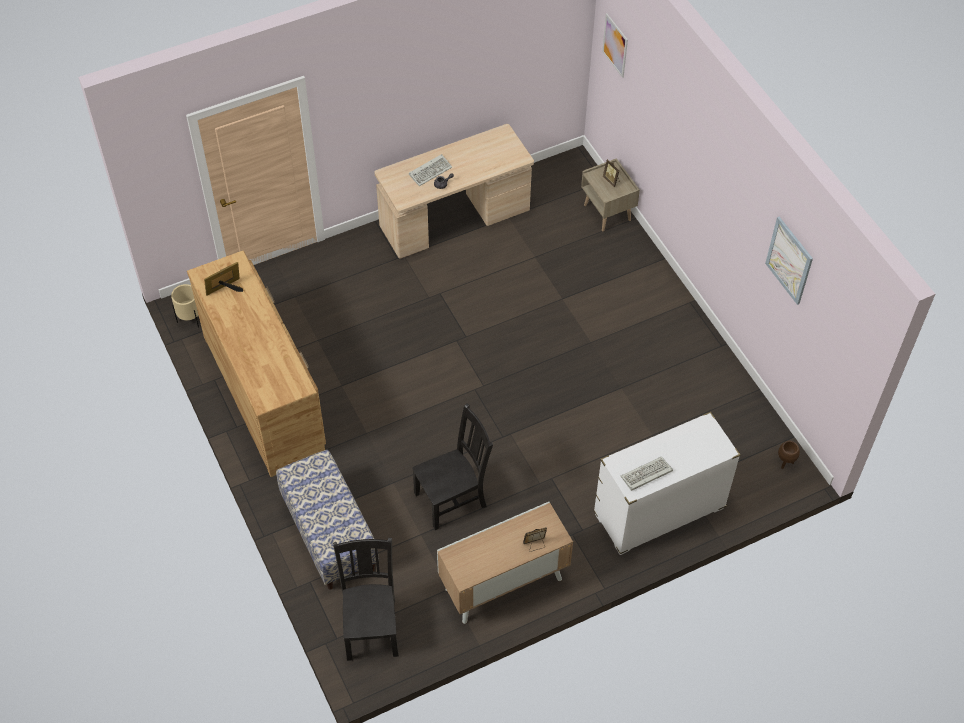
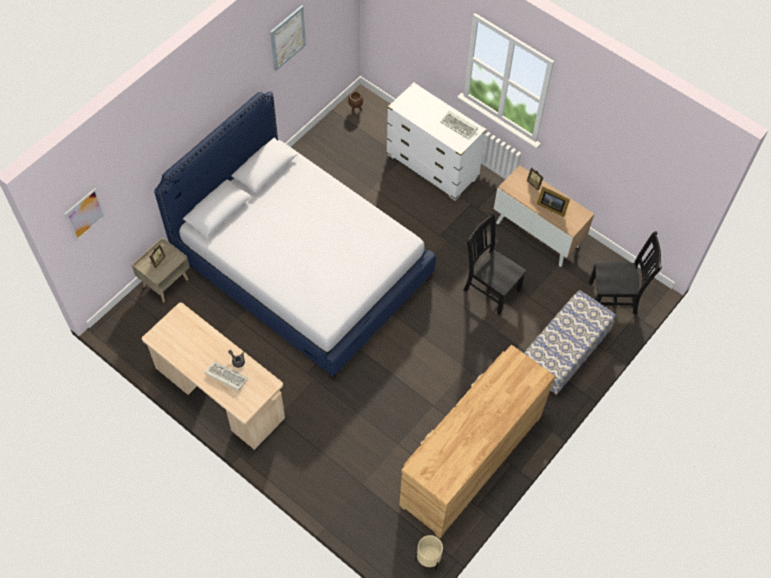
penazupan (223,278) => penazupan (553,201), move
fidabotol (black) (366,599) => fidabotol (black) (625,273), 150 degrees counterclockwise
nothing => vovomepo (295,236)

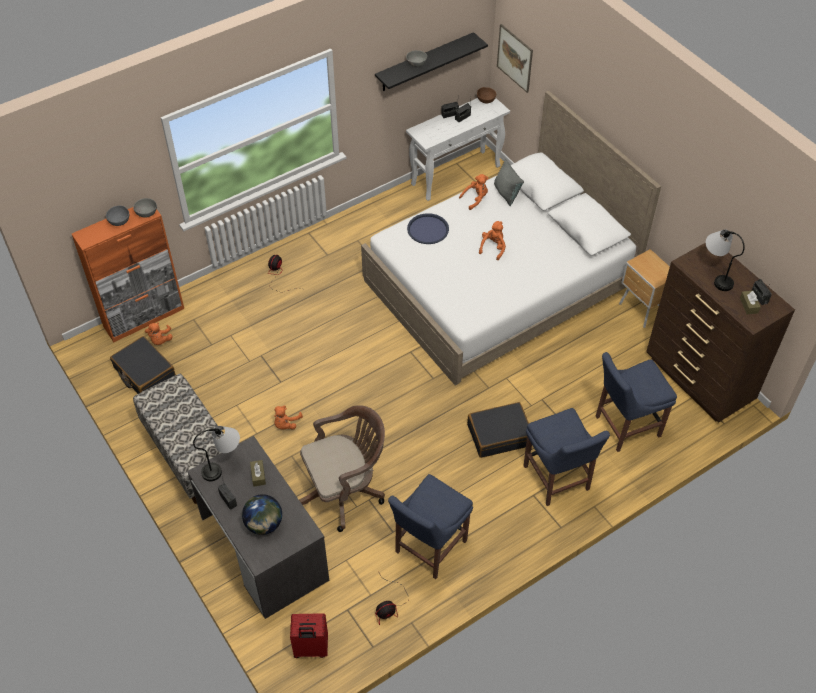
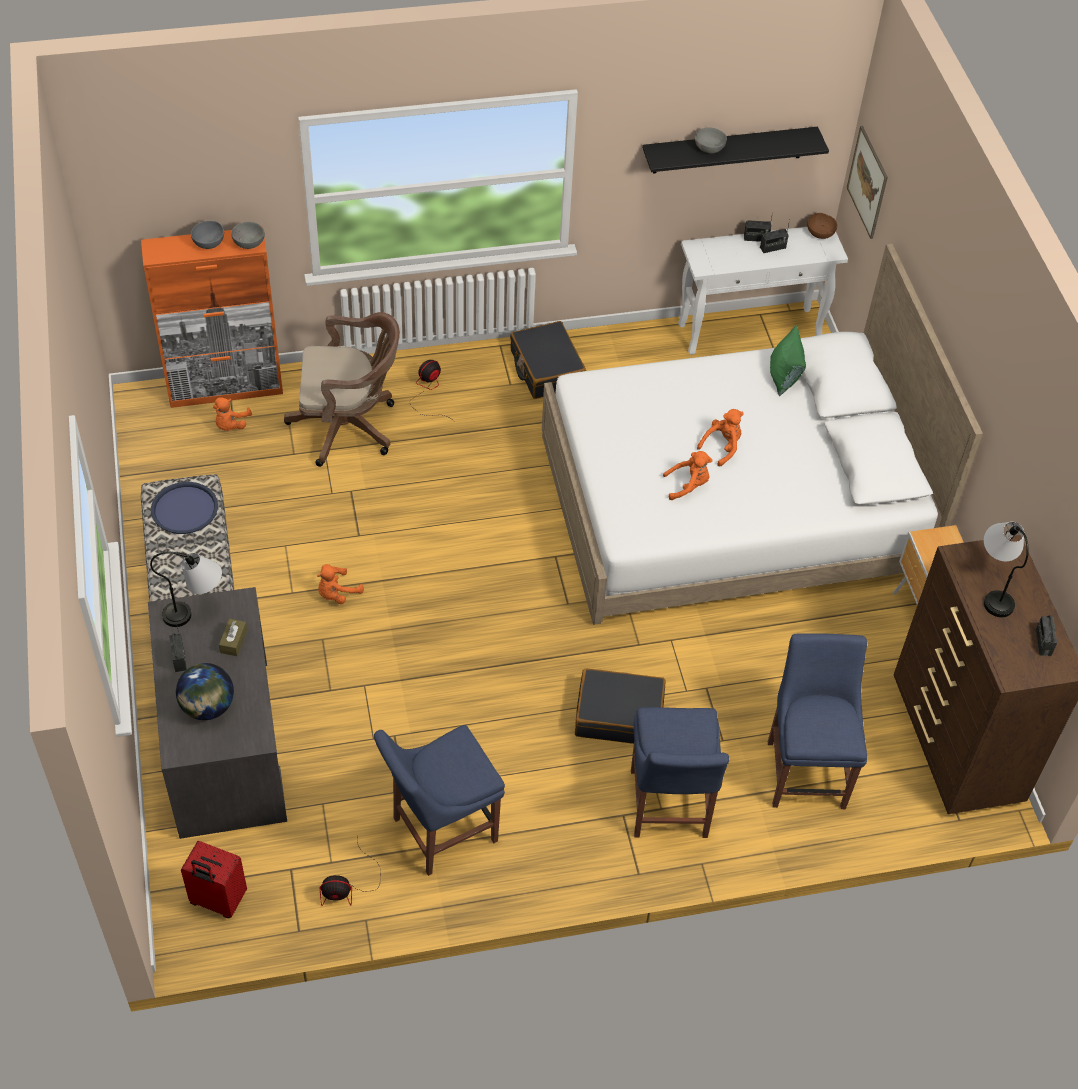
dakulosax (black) (143,365) => dakulosax (black) (548,360), move
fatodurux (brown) (342,468) => fatodurux (brown) (342,389), move
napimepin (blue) (428,228) => napimepin (blue) (184,508), move
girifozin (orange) (474,192) => girifozin (orange) (687,475), move
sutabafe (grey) (509,182) => sutabafe (green) (788,360)
fidabotol (blue) (636,402) => fidabotol (blue) (817,721), 90 degrees clockwise
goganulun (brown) (750,302) => nothing

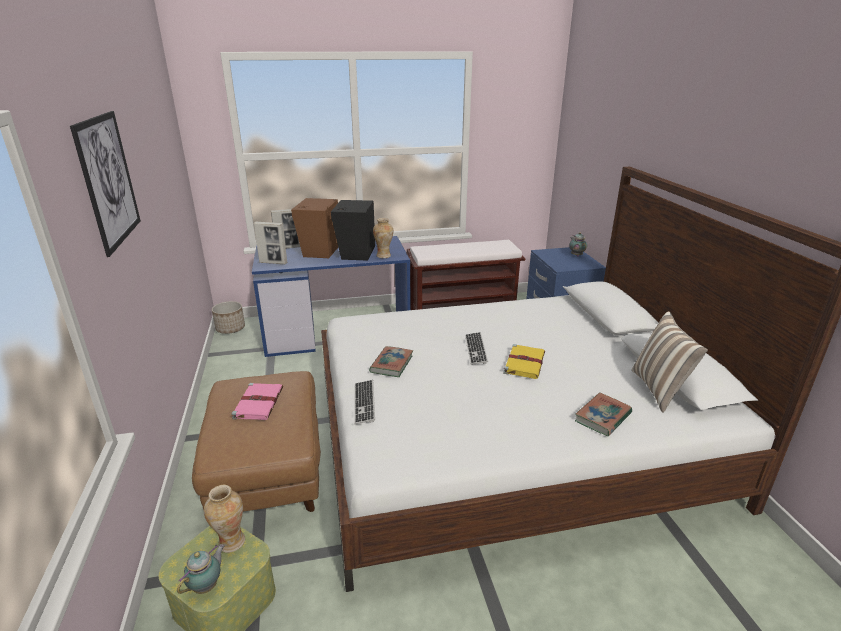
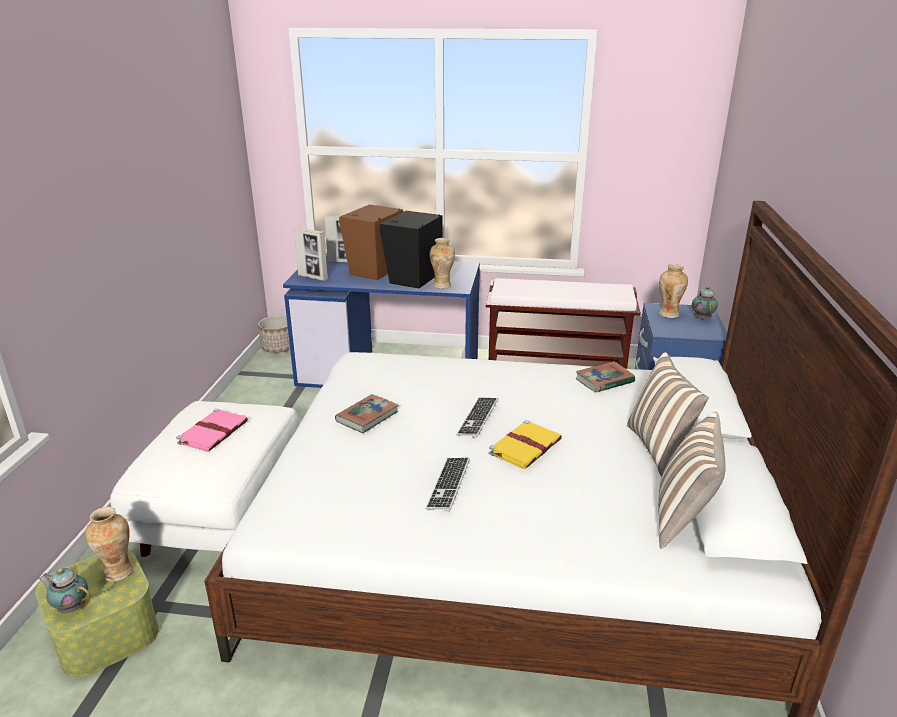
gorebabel (105,184) => nothing
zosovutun (201,569) => zosovutun (64,590), 120 degrees counterclockwise
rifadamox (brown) (256,441) => rifadamox (white) (204,479)
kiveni (364,402) => kiveni (447,484), move
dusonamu (603,414) => dusonamu (605,377), move
nothing => sutabafe (668,414)
nothing => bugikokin (673,291)

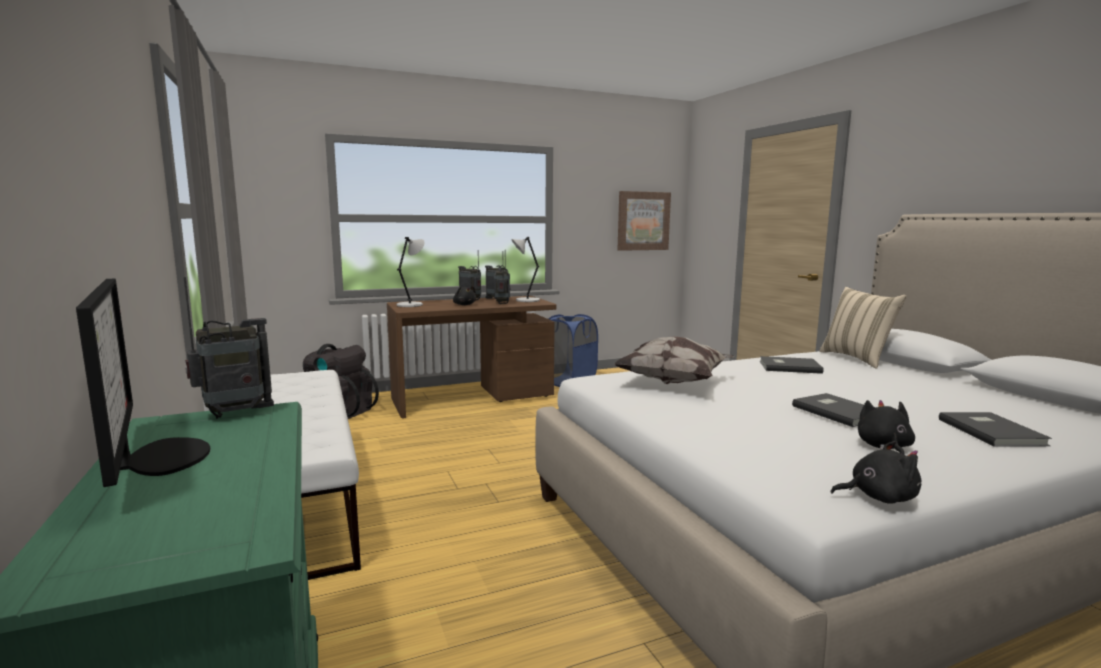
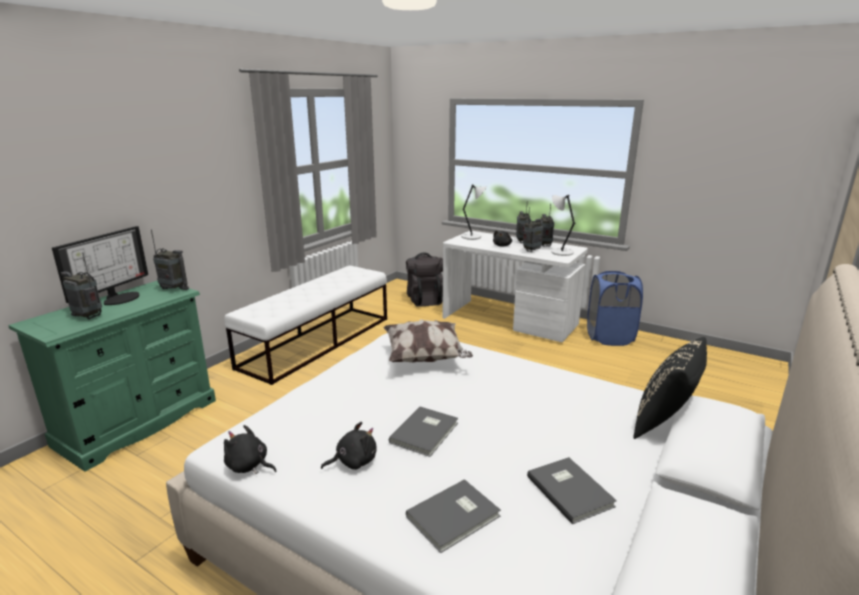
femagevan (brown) (471,357) => femagevan (white) (515,286)
gorebabel (644,221) => nothing
dusonamu (grey) (791,365) => dusonamu (grey) (572,490), move
sutabafe (beige) (862,328) => sutabafe (black) (670,388)
girifozin (black) (876,472) => girifozin (black) (250,449), 150 degrees clockwise
nothing => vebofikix (81,285)

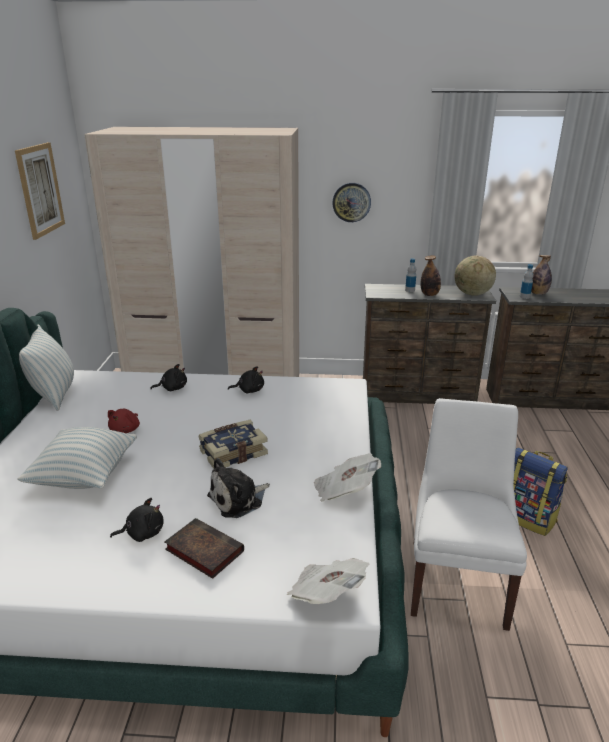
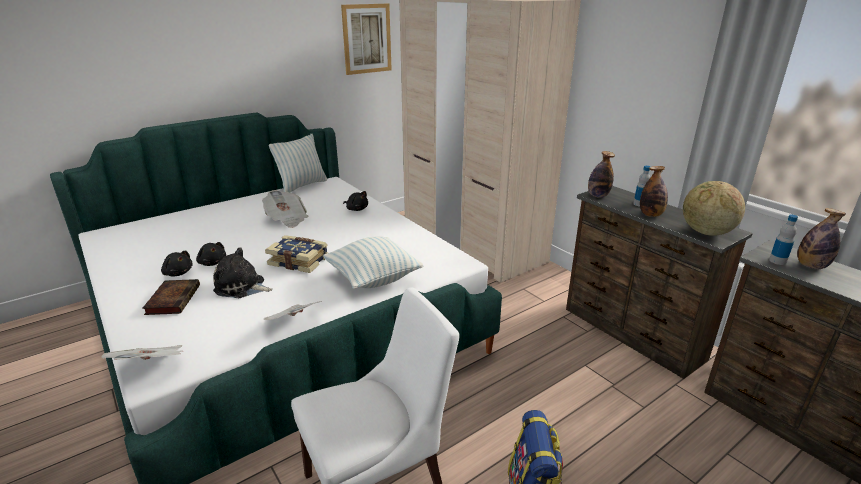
sutabafe (77,458) => sutabafe (373,262), move
girifozin (red) (124,421) => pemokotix (285,209)
girifozin (black) (246,379) => girifozin (black) (211,254), move
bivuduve (351,202) => nothing
nothing => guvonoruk (601,174)

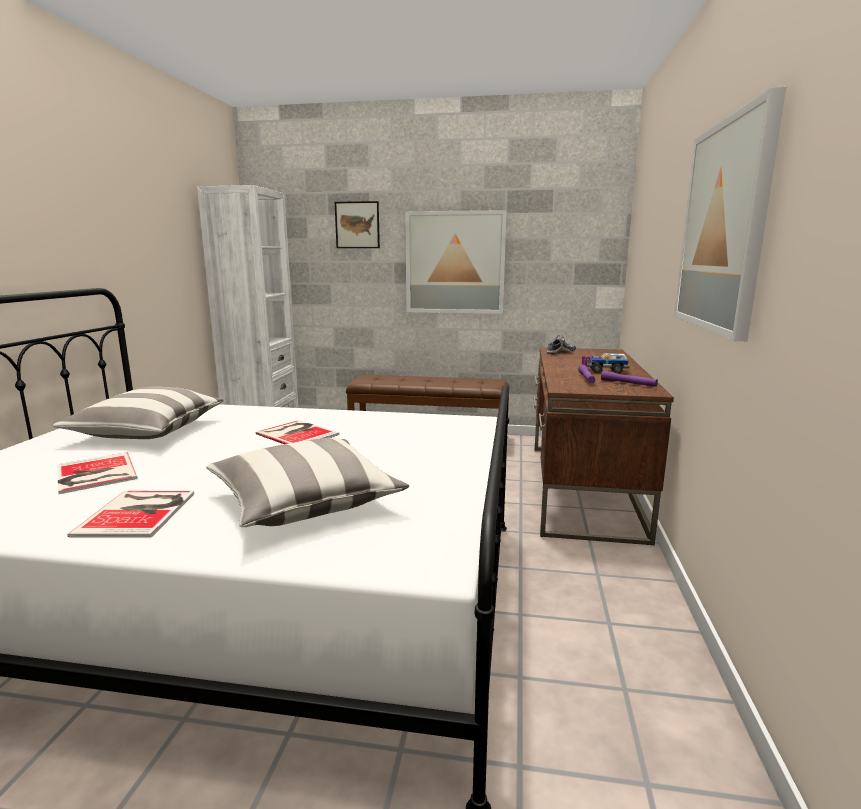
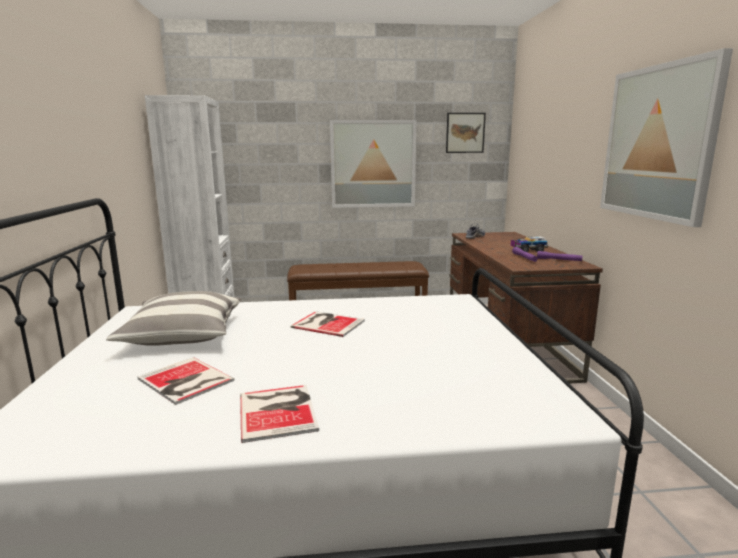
sutabafe (307,482) => nothing
gorebabel (357,224) => gorebabel (466,133), move

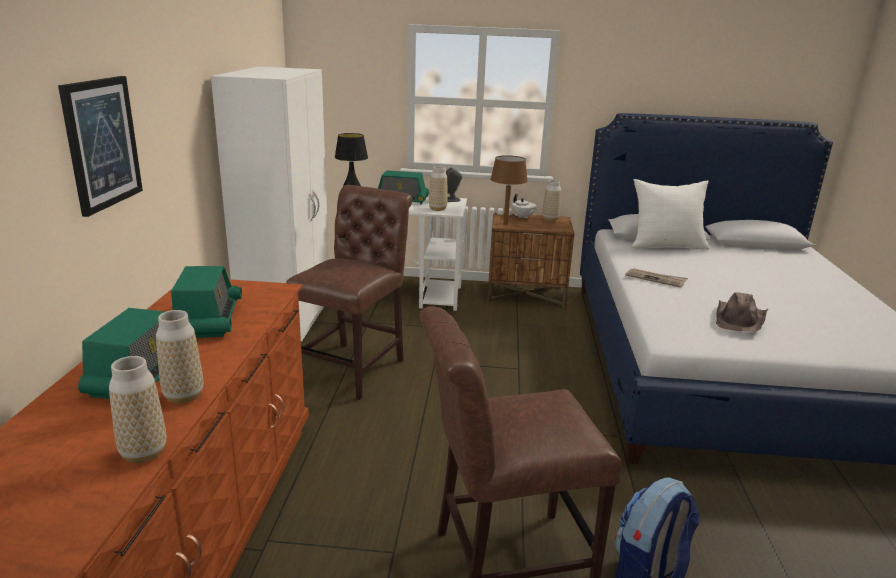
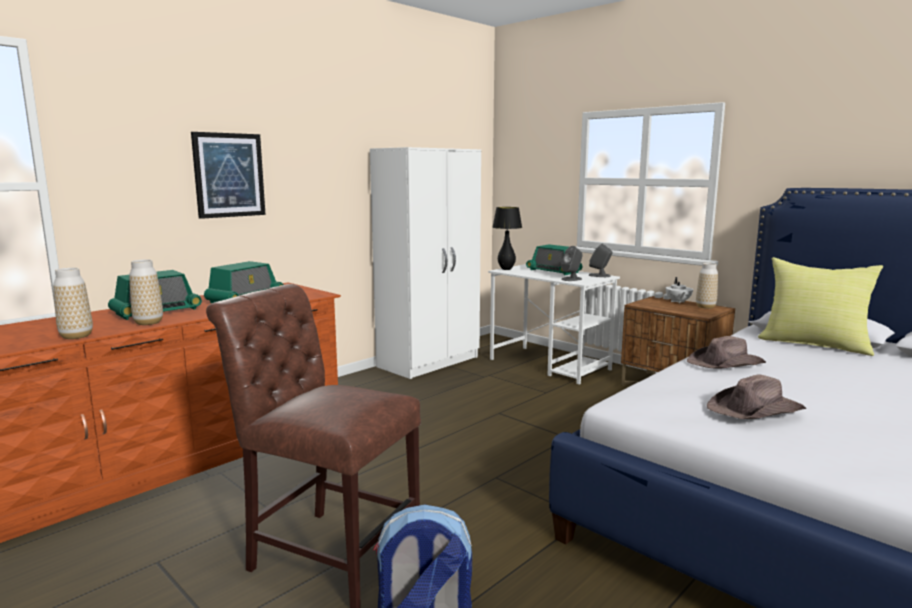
fidabotol (brown) (349,292) => nothing
bugikokin (438,188) => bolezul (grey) (572,263)
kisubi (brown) (509,190) => nothing
pemokotix (656,278) => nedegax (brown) (726,352)
sutabafe (white) (670,214) => sutabafe (yellow) (820,306)

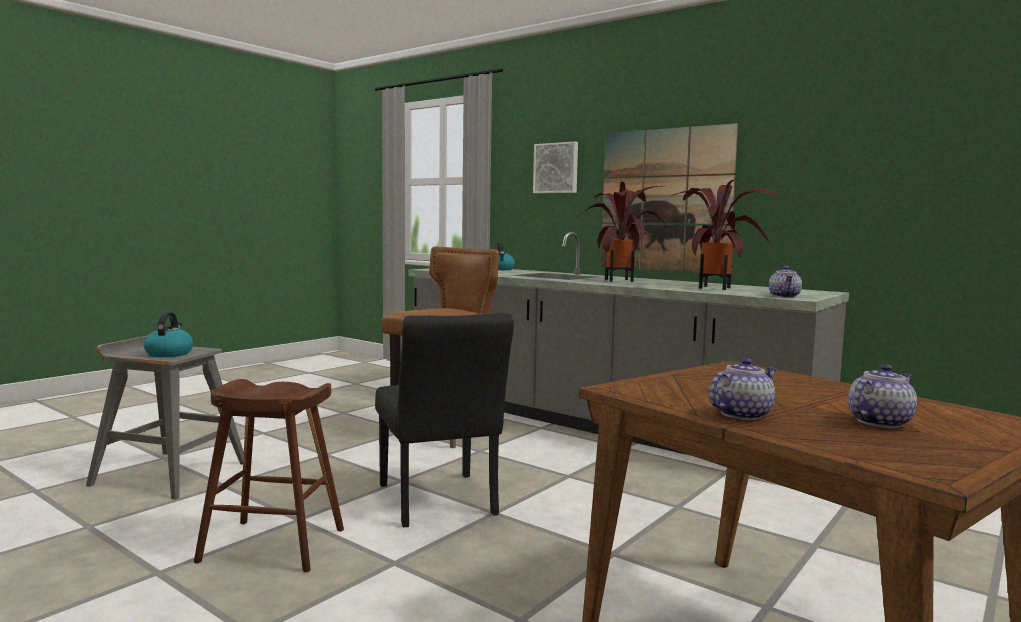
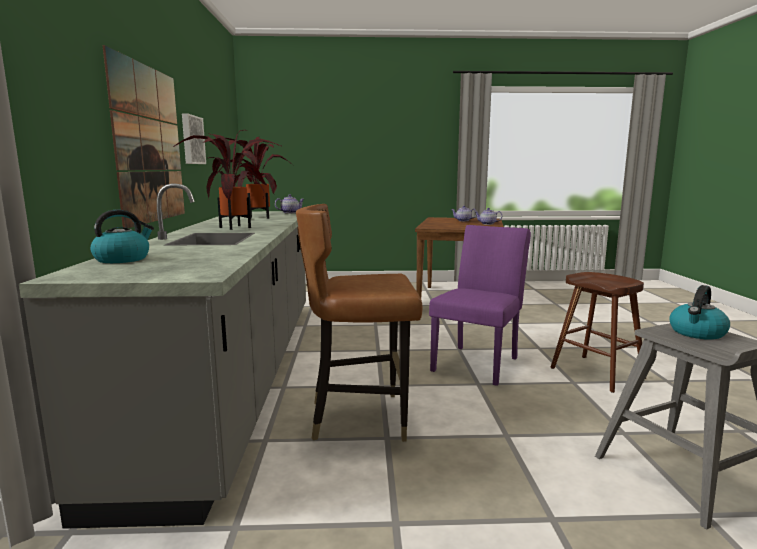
fidabotol (black) (444,420) => fidabotol (purple) (480,305)
gorebabel (555,167) => gorebabel (194,138), move

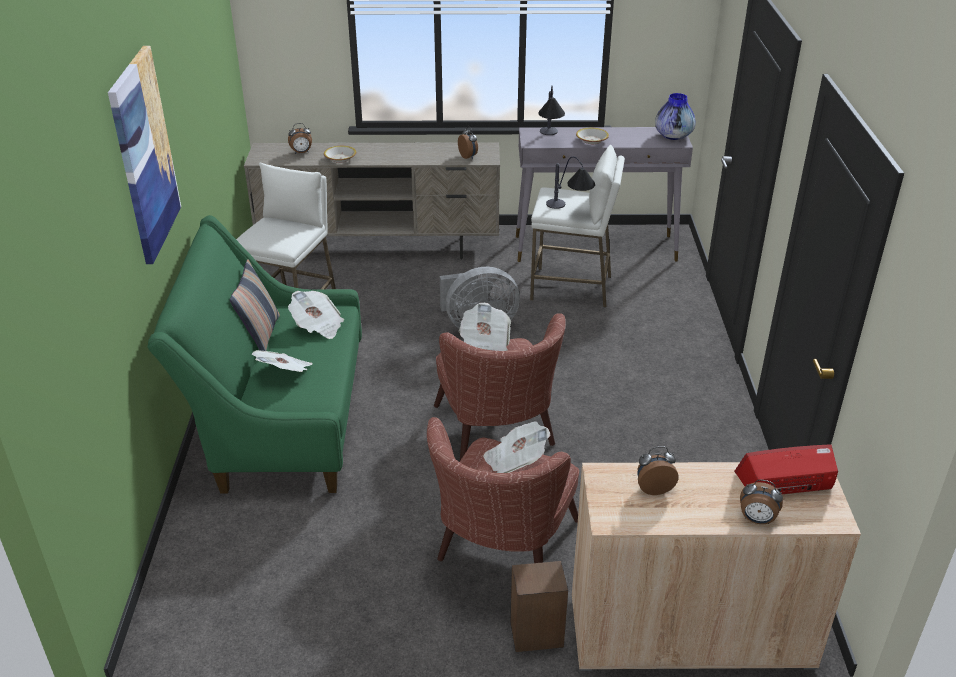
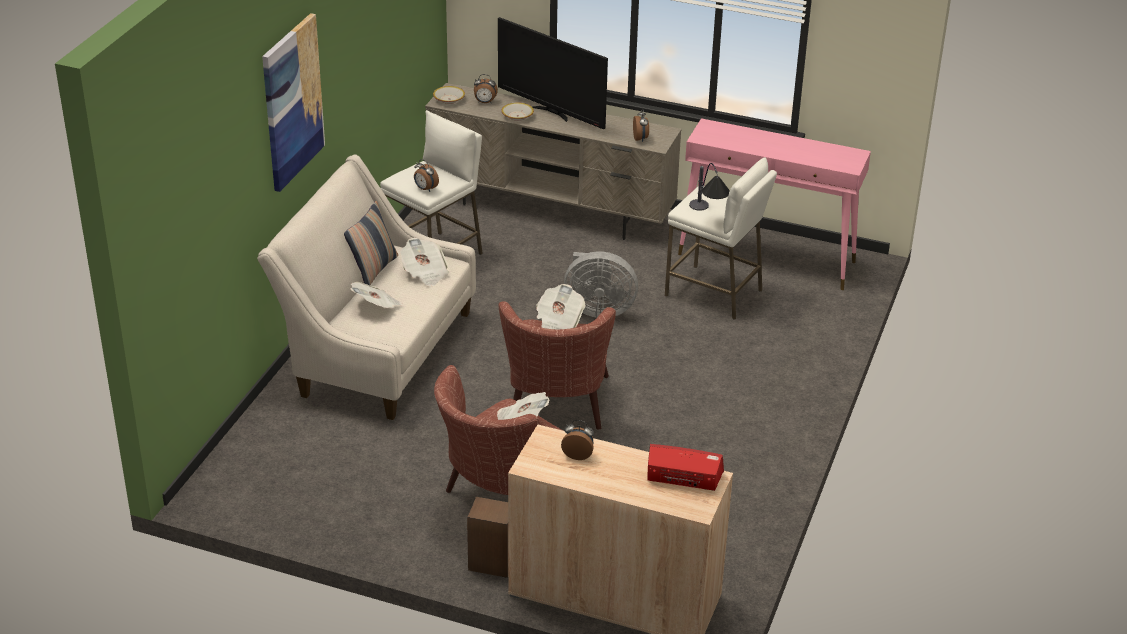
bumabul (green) (254,354) => bumabul (beige) (366,287)
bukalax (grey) (604,194) => bukalax (pink) (774,204)
kisubi (551,110) => nothing
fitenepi (592,136) => fitenepi (449,95), move
bugikokin (675,116) => nothing
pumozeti (761,502) => pumozeti (426,175), move
nothing => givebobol (553,73)

